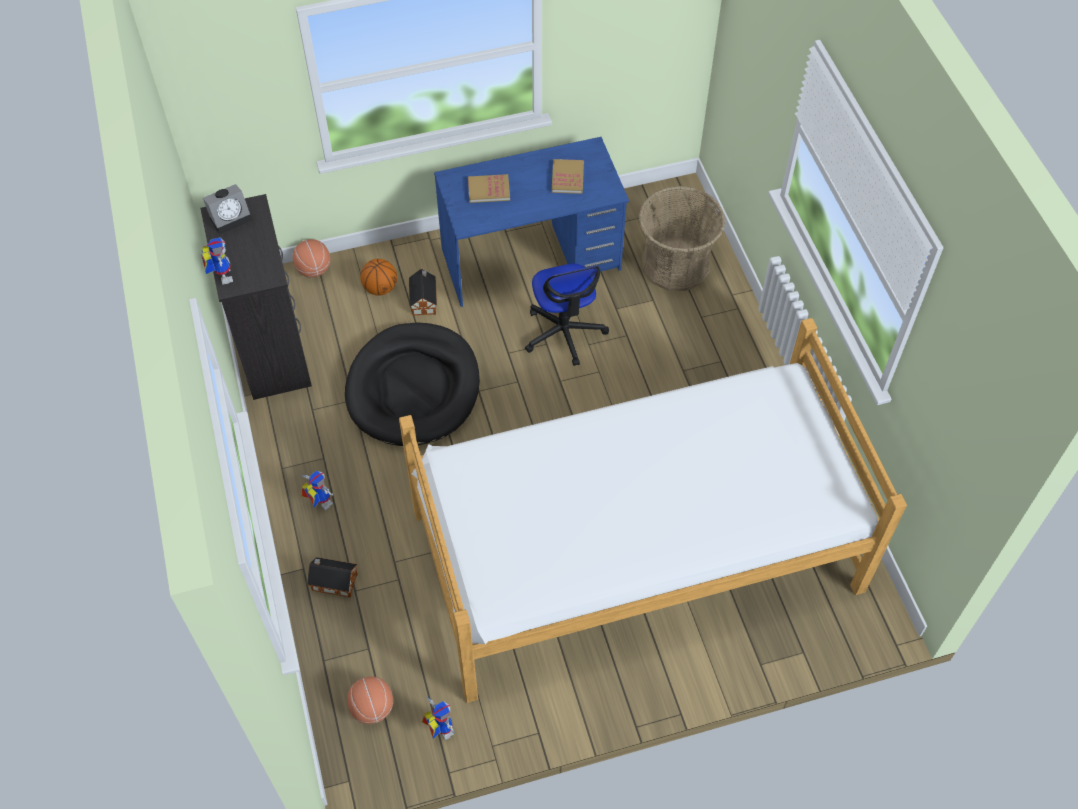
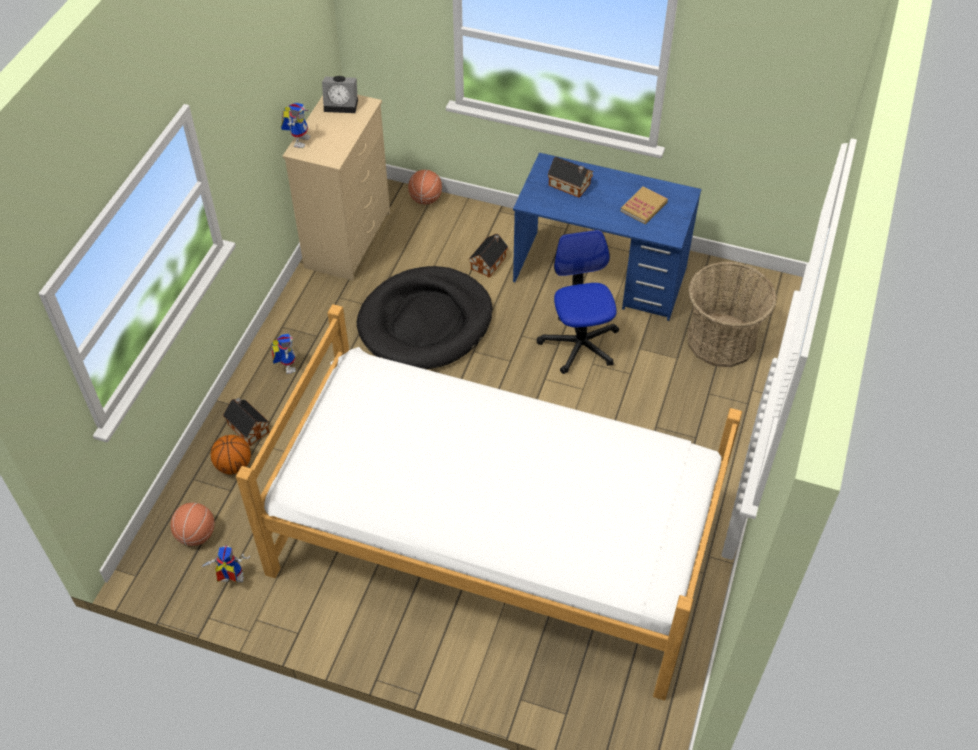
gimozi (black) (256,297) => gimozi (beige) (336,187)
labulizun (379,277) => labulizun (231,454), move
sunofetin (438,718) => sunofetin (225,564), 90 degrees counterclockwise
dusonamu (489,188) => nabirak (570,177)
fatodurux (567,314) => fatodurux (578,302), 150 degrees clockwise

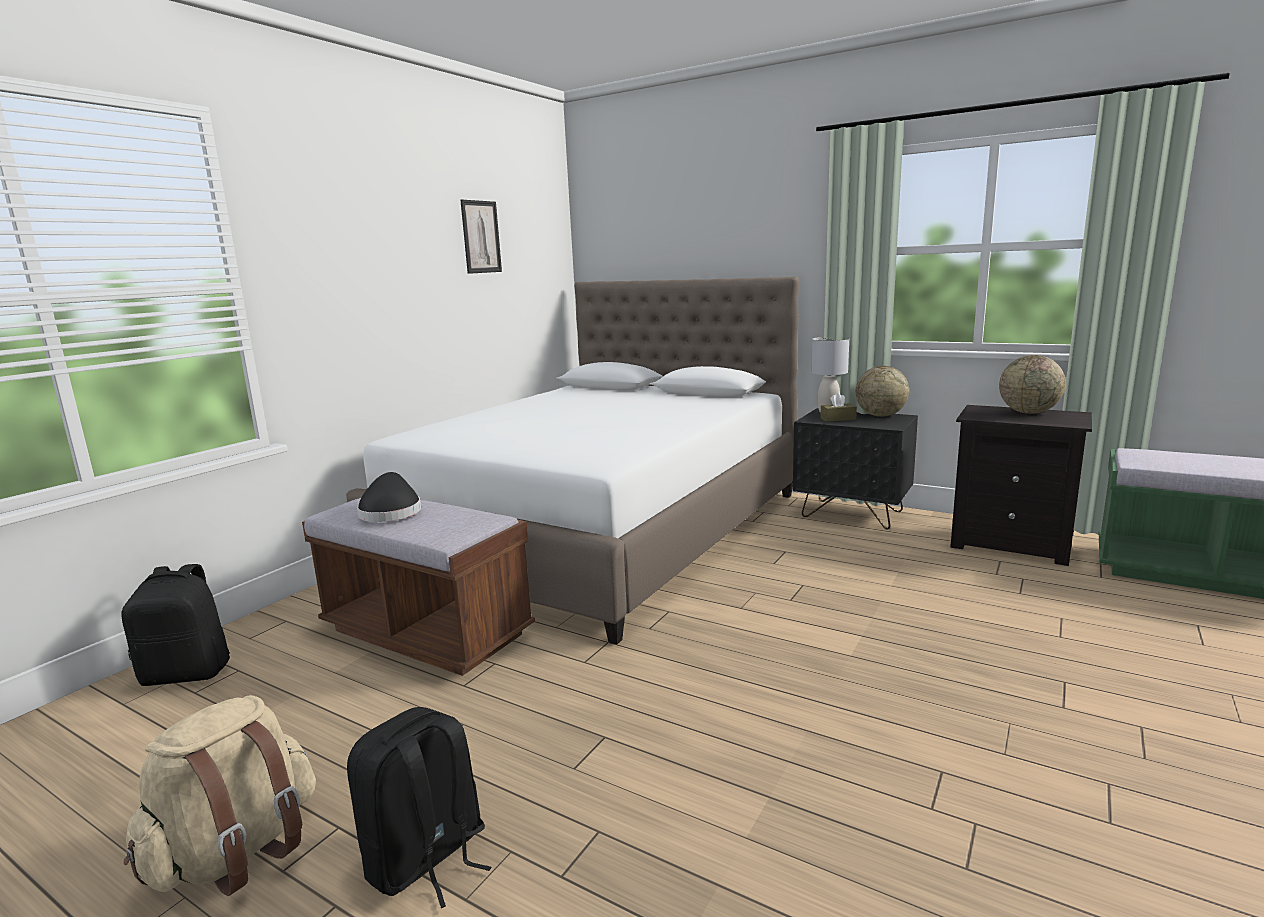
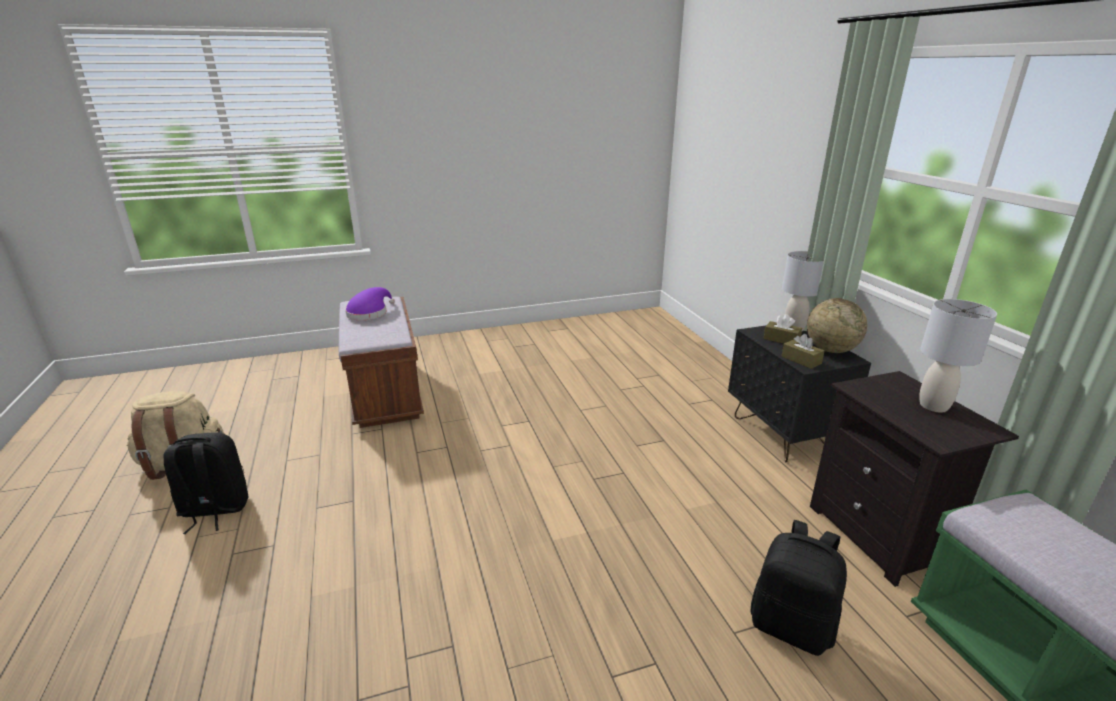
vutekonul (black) (175,625) => vutekonul (black) (799,588), move
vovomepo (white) (572,460) => nothing
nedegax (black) (389,497) => nedegax (purple) (370,303)
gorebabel (481,237) => nothing
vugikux (1032,384) => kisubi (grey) (958,355)
nothing => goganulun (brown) (803,351)

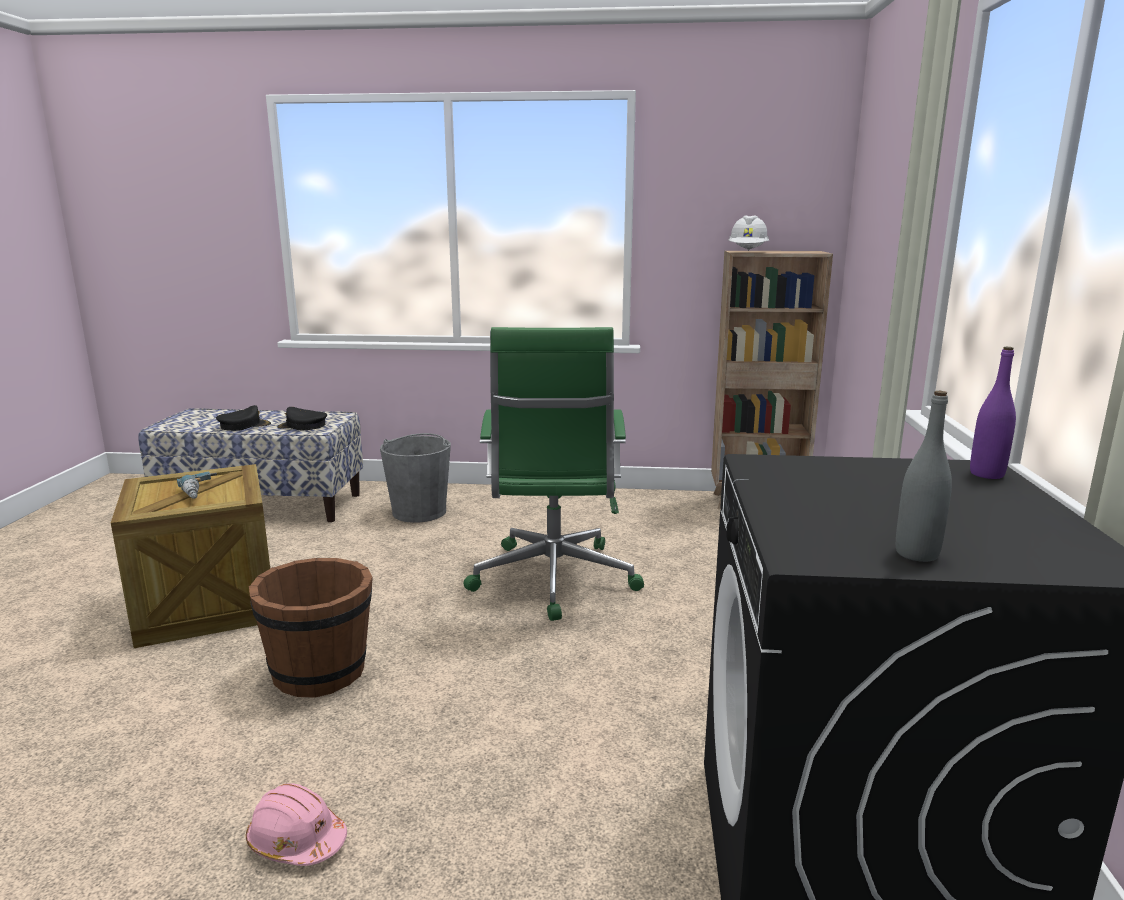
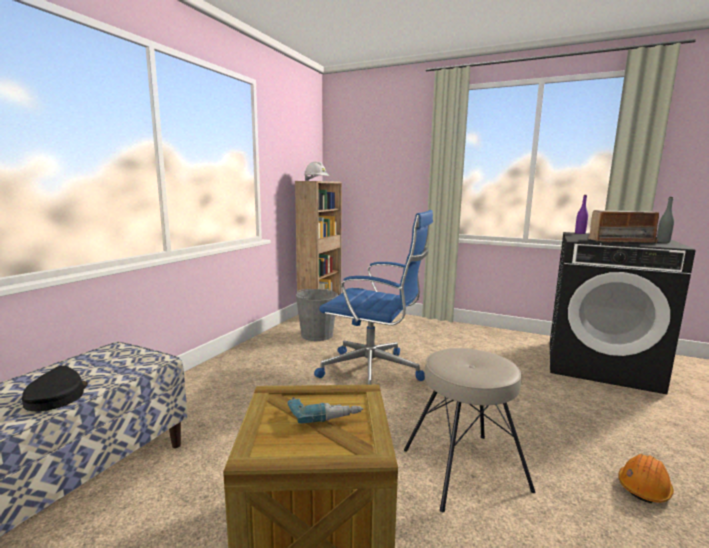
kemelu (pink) (296,824) => kemelu (orange) (646,478)
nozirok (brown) (311,628) => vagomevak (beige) (469,430)
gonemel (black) (302,418) => nothing
nozirok (grey) (415,478) => nozirok (grey) (317,314), move
fatodurux (green) (554,474) => fatodurux (blue) (373,297)
nothing => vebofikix (623,226)

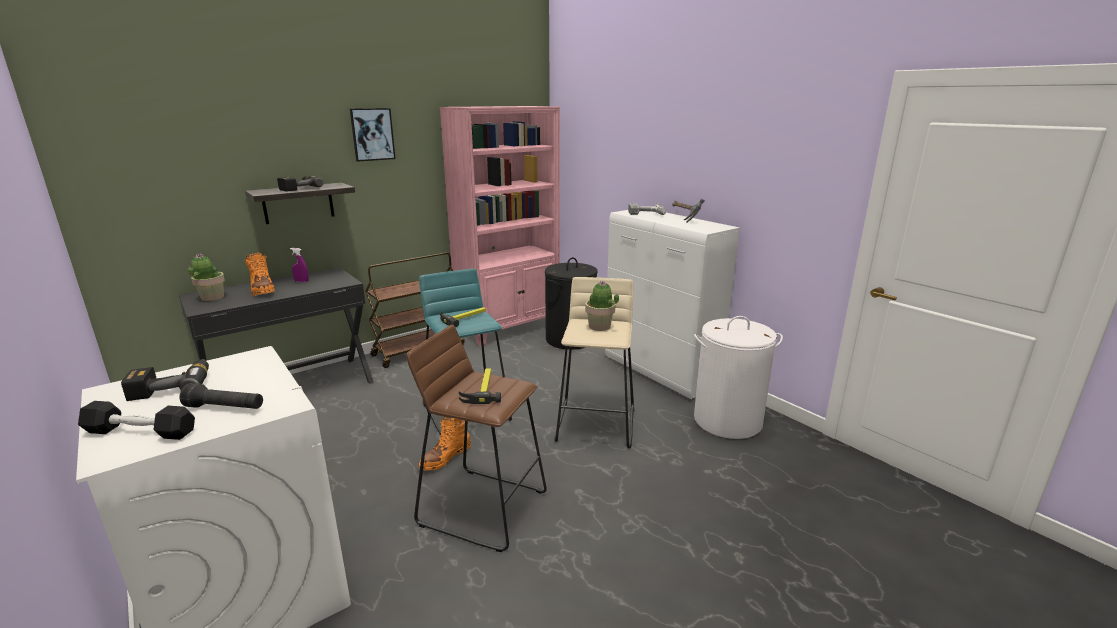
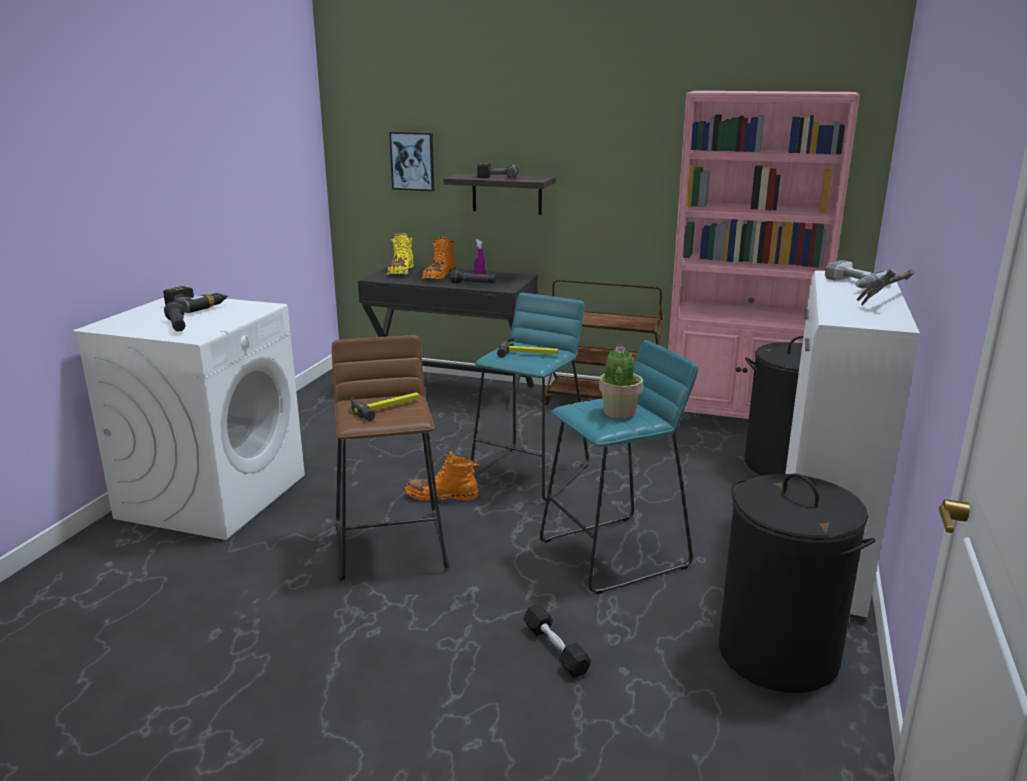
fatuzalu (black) (136,420) => fatuzalu (black) (557,641), move
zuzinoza (206,277) => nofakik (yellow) (400,254)
gorebabel (373,135) => gorebabel (411,161), move
vagomevak (beige) (594,362) => vagomevak (turquoise) (618,467)
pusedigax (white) (738,377) => pusedigax (black) (797,583)
nothing => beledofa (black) (473,277)

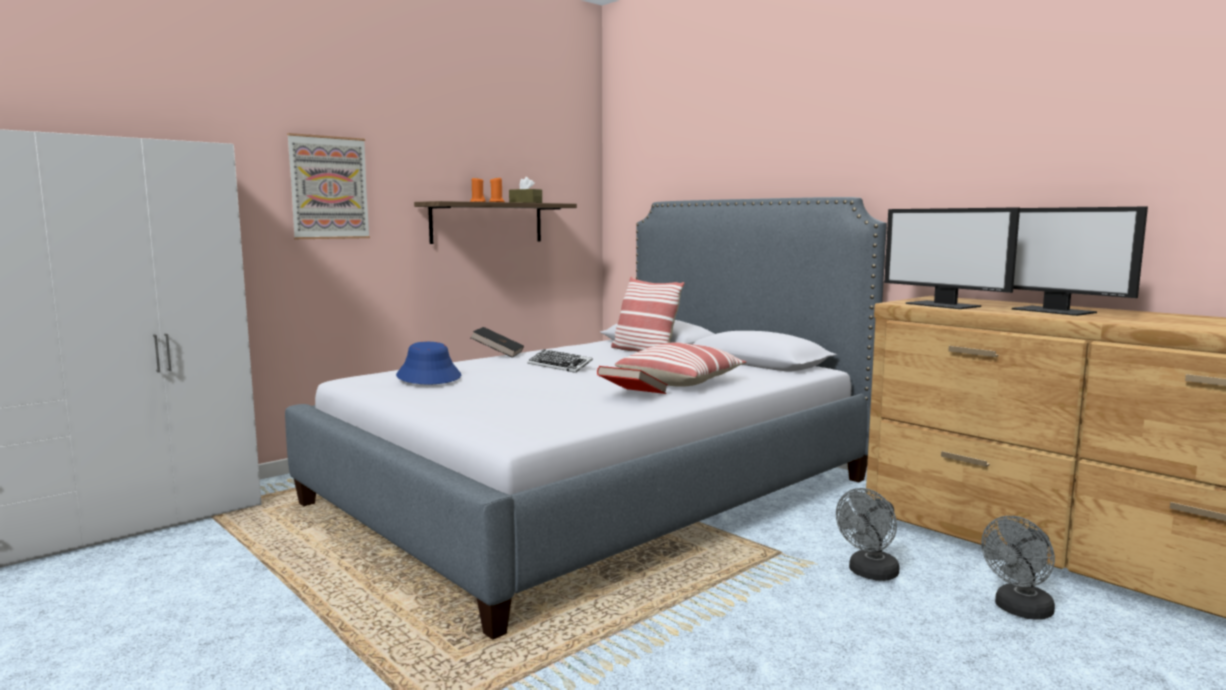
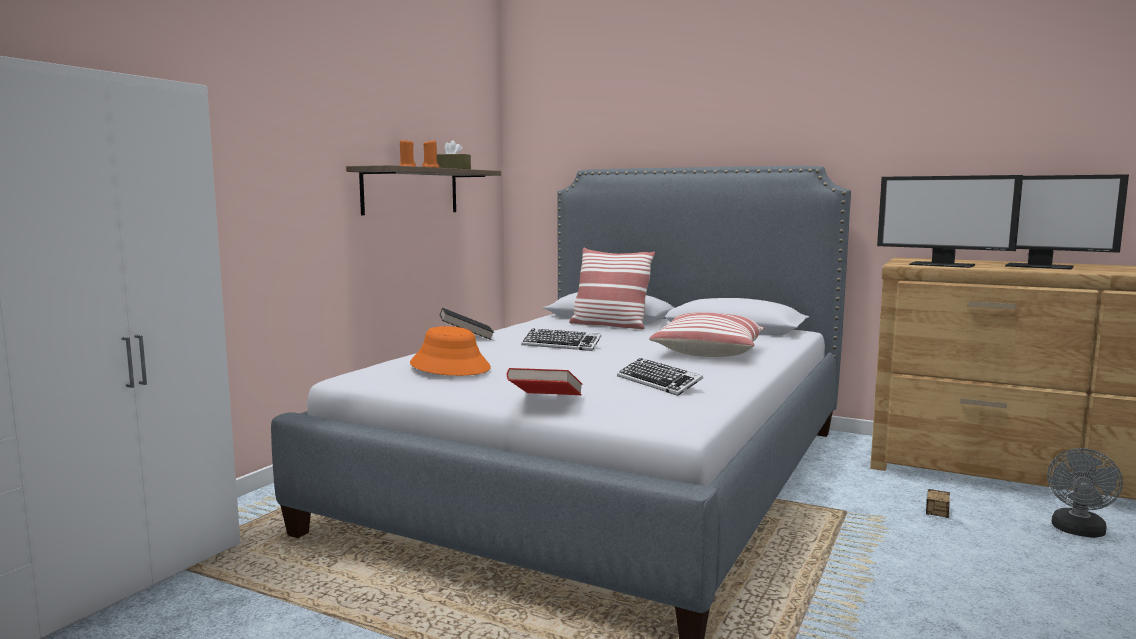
gorebabel (328,186) => nothing
nedegax (blue) (428,363) => nedegax (orange) (450,351)
dusonamu (red) (632,380) => dusonamu (red) (545,381), move
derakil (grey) (868,534) => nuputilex (939,498)
nothing => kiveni (660,377)

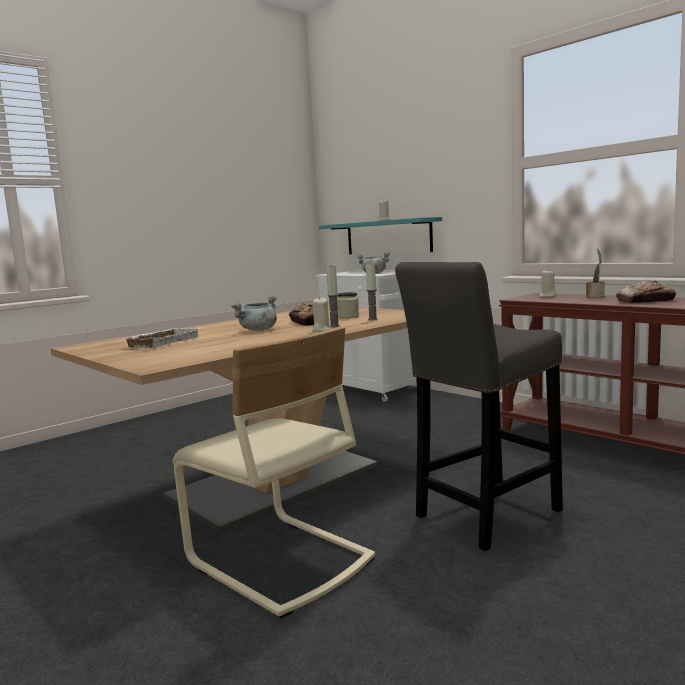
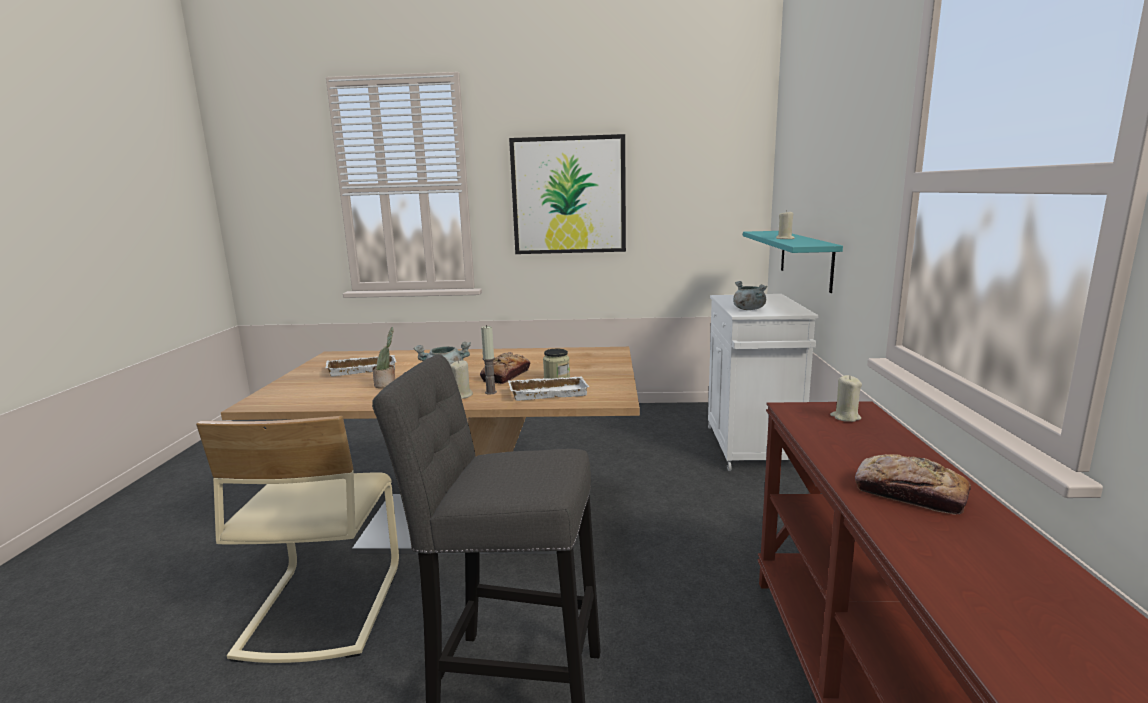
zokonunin (372,291) => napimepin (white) (548,389)
zuzinoza (595,273) => zuzinoza (383,357), move
nothing => gorebabel (567,194)

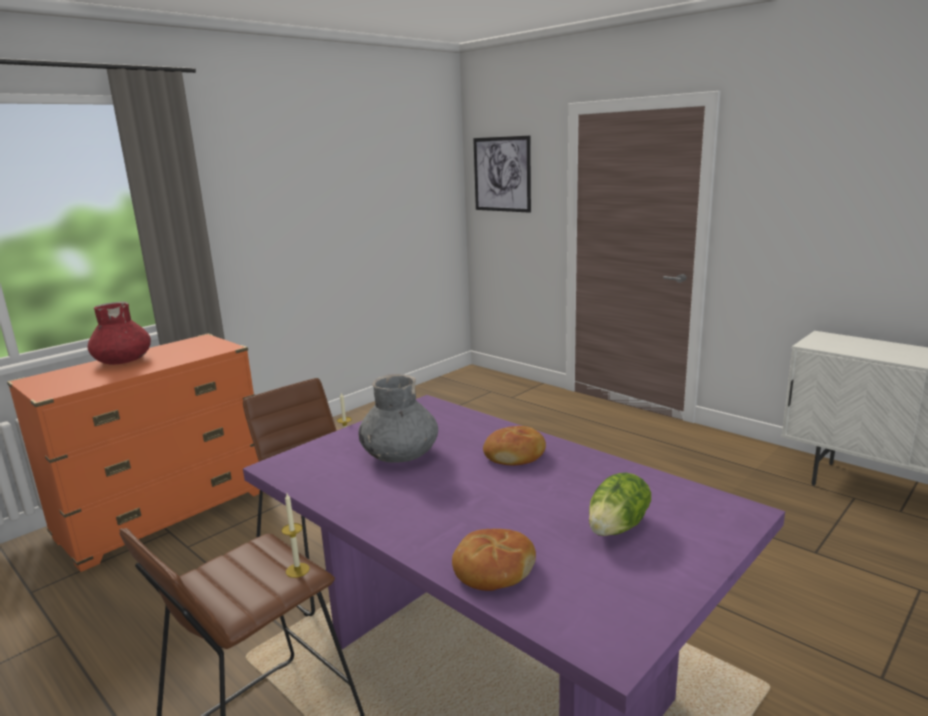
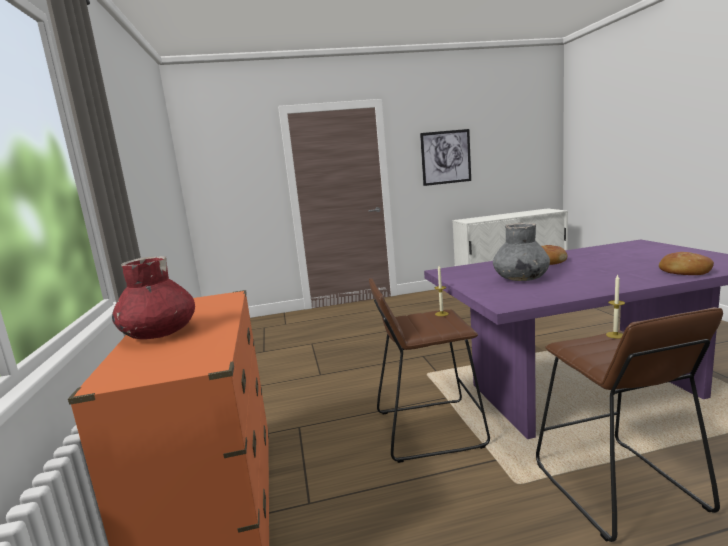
gorebabel (502,174) => gorebabel (445,157), move
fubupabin (620,504) => nothing

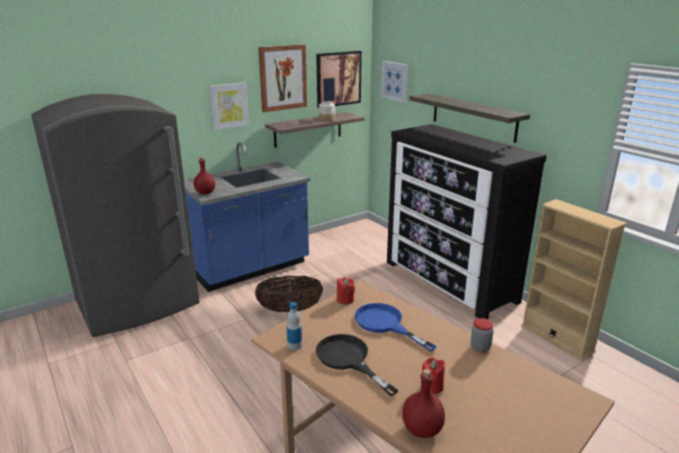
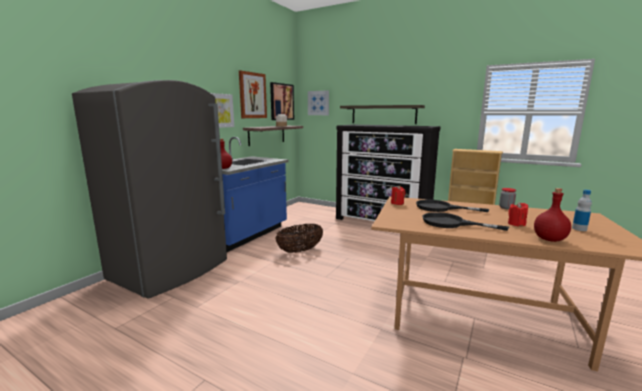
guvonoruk (294,326) => guvonoruk (582,210), move
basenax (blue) (396,327) => basenax (black) (452,205)

